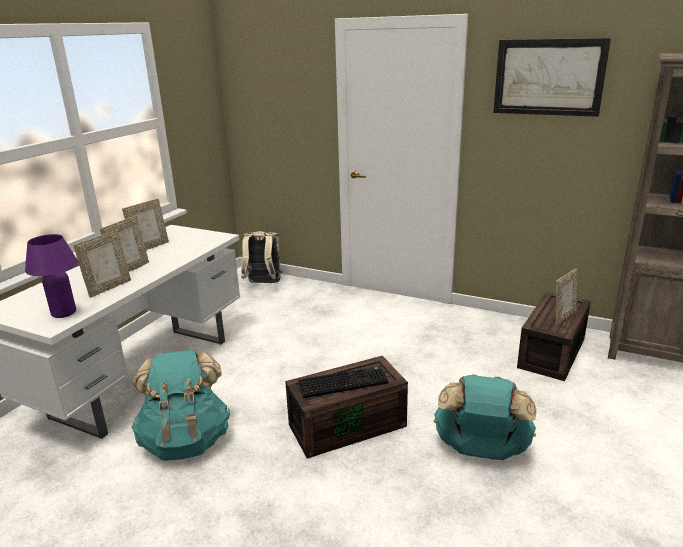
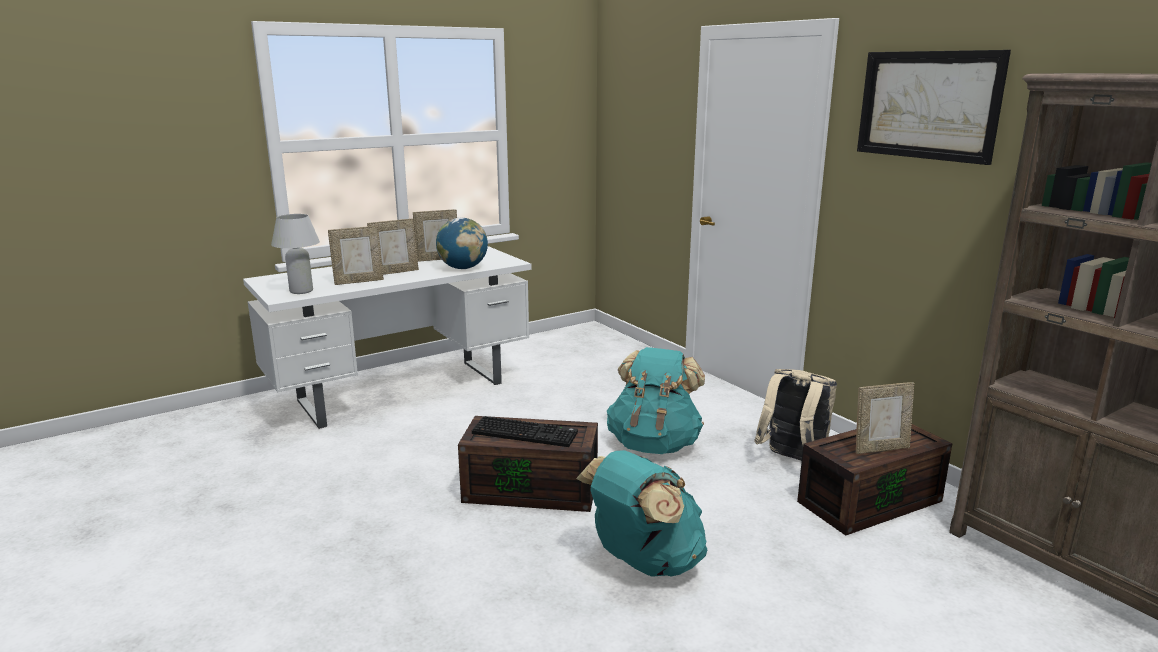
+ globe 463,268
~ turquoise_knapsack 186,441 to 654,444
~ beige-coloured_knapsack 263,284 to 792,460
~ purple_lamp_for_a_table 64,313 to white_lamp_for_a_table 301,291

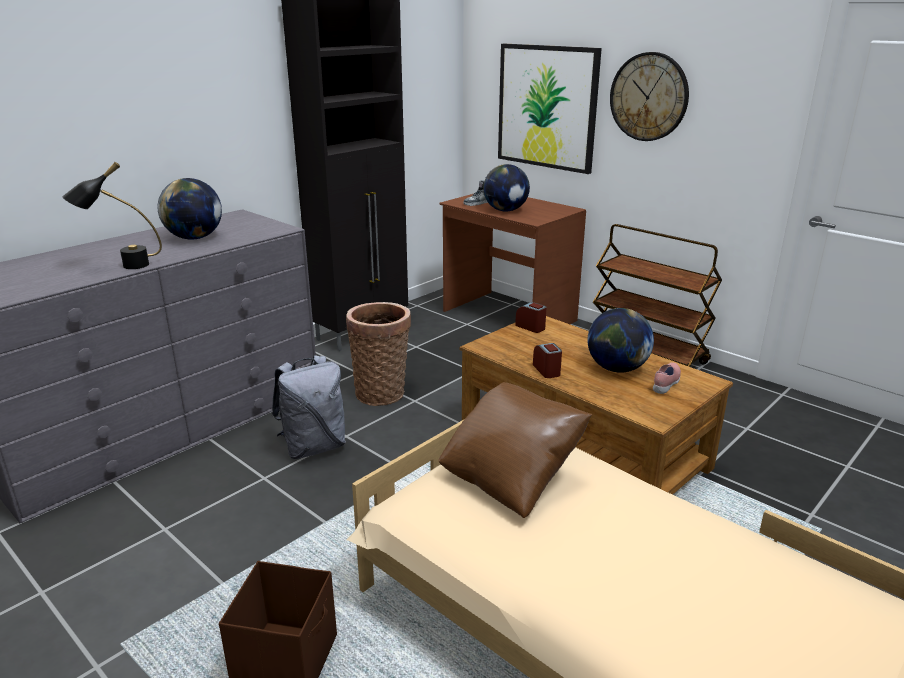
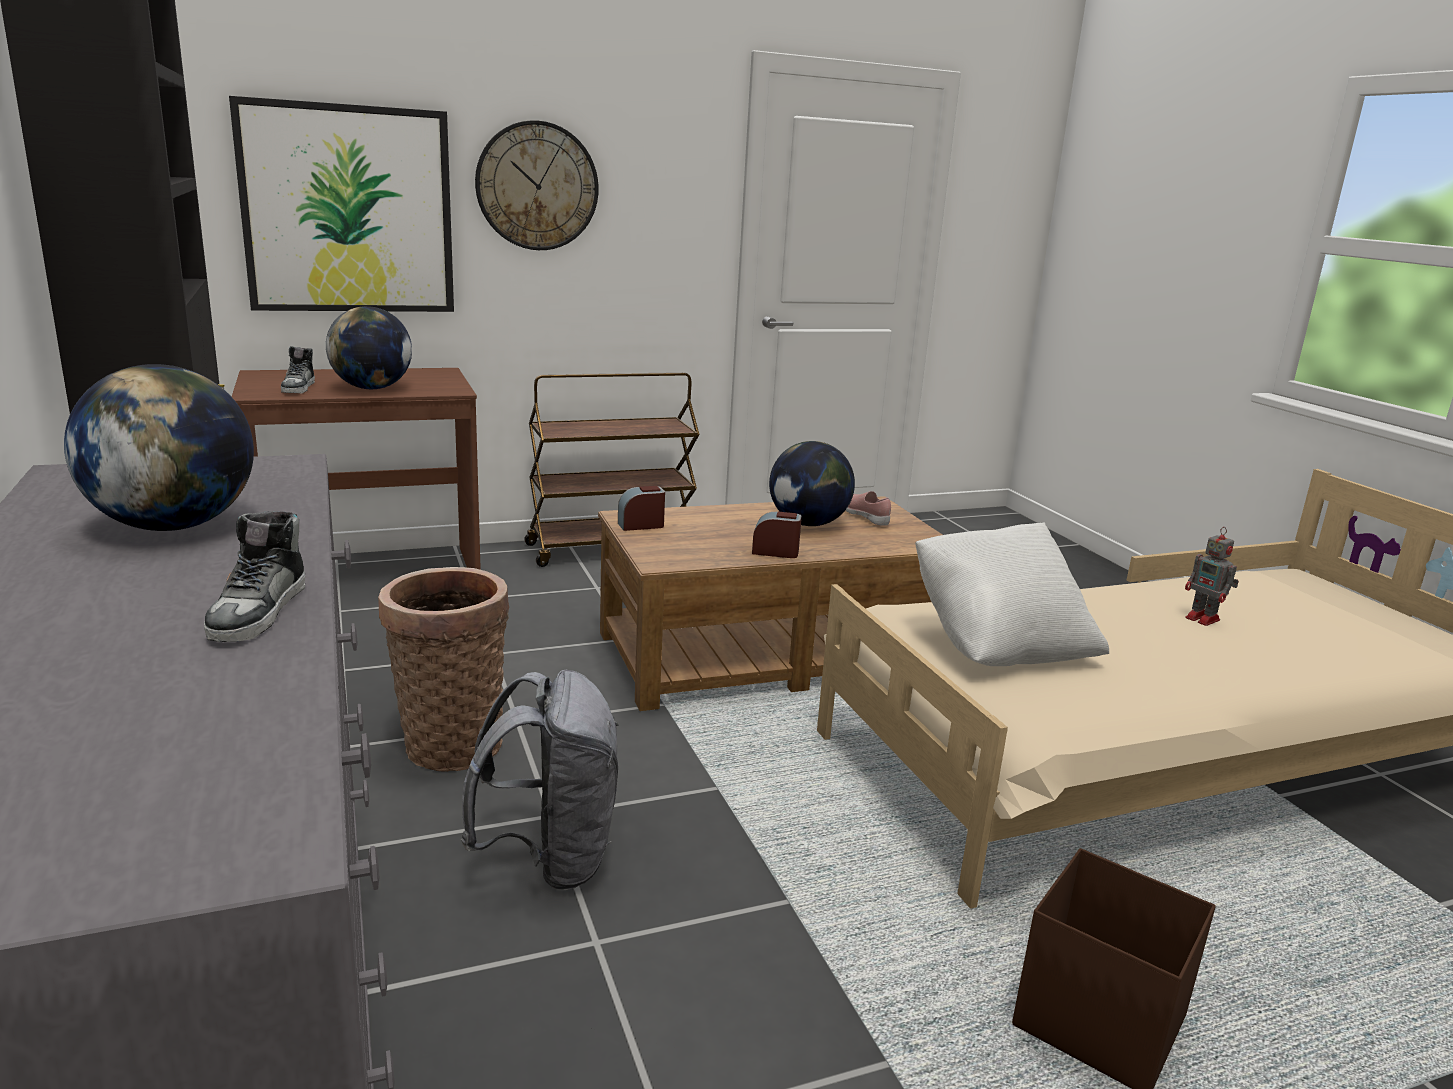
+ model_robot 1204,619
~ black-coloured_lamp_for_a_table 123,266 to item_of_footwear 259,612
~ brown-coloured_pillow 511,478 to white_pillow 999,645

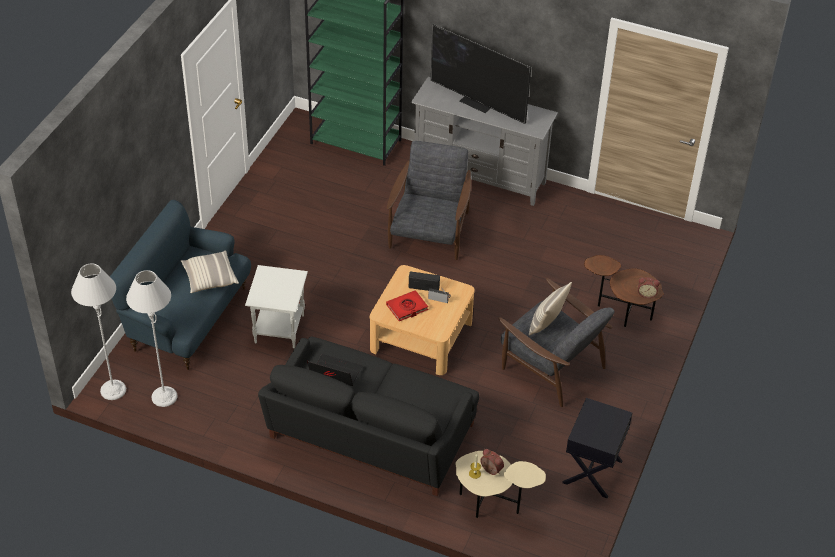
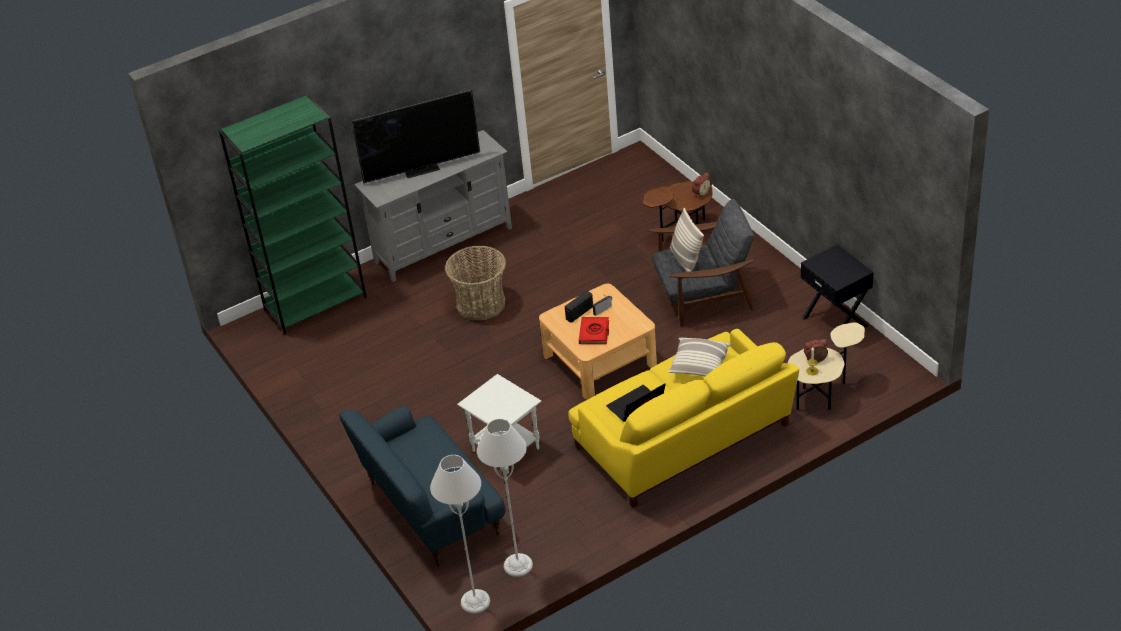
~ pillow 209,278 to 699,365
~ gray_easy_chair 429,233 to storage_basket 481,304
~ black-coloured_sofa 370,434 to yellow_sofa 685,439

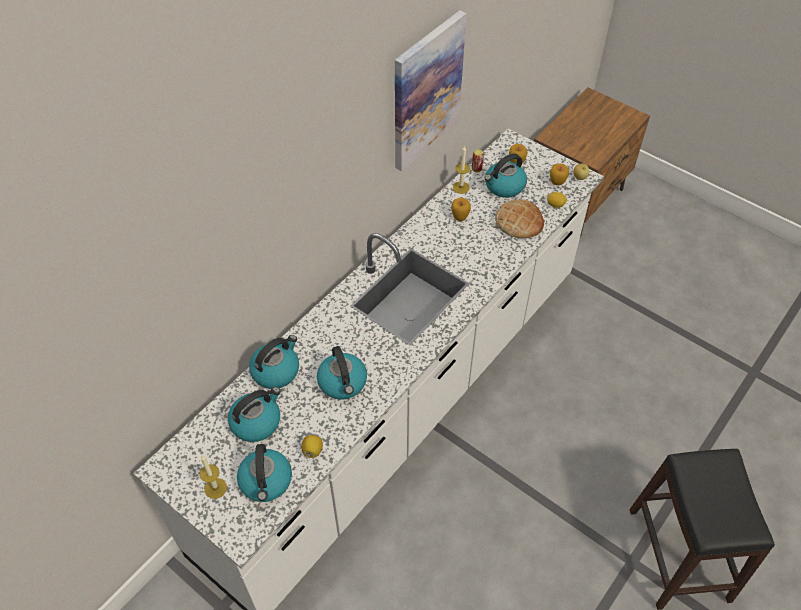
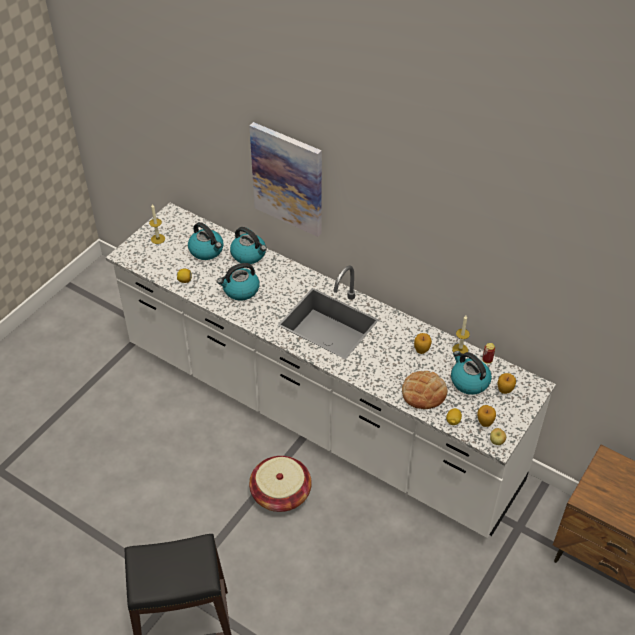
- kettle 266,482
+ storage_basket 281,493
~ picture 426,91 to 288,179

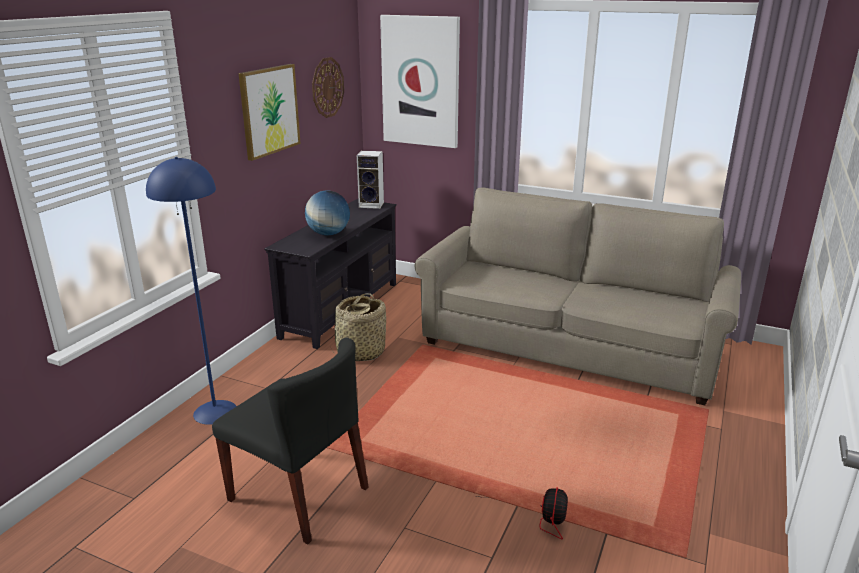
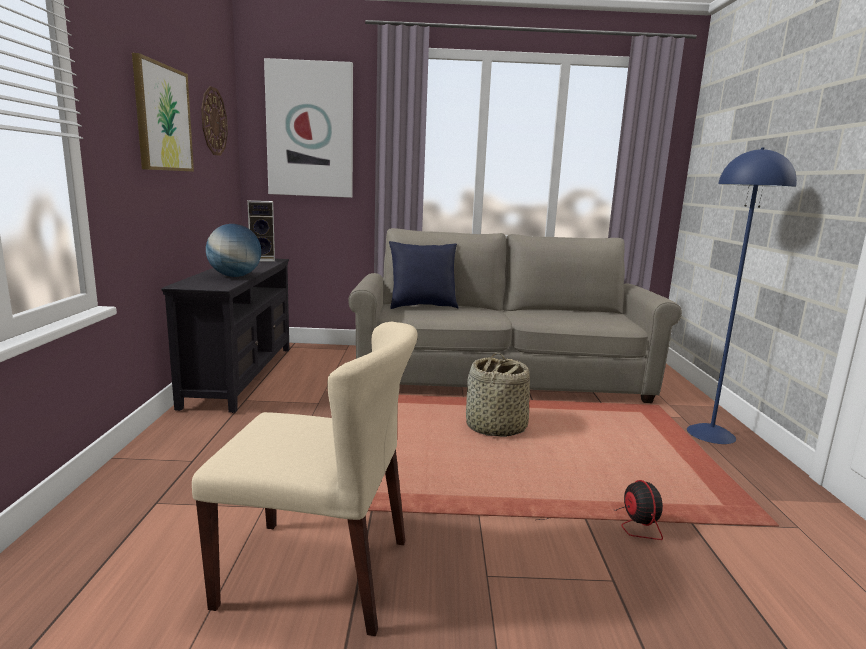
+ blue_pillow 422,306
~ blue_standing_lamp 215,411 to 710,433
~ storage_basket 360,352 to 495,427
~ black-coloured_upright_chair 299,494 to beige-coloured_upright_chair 317,572

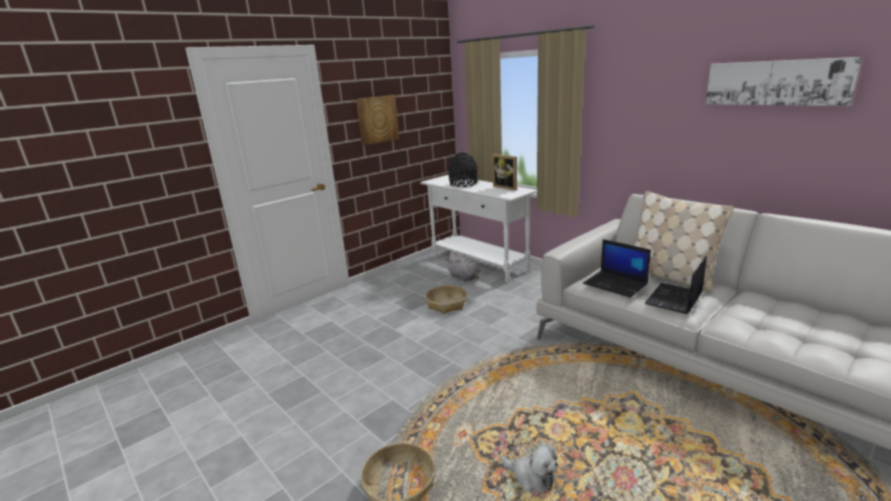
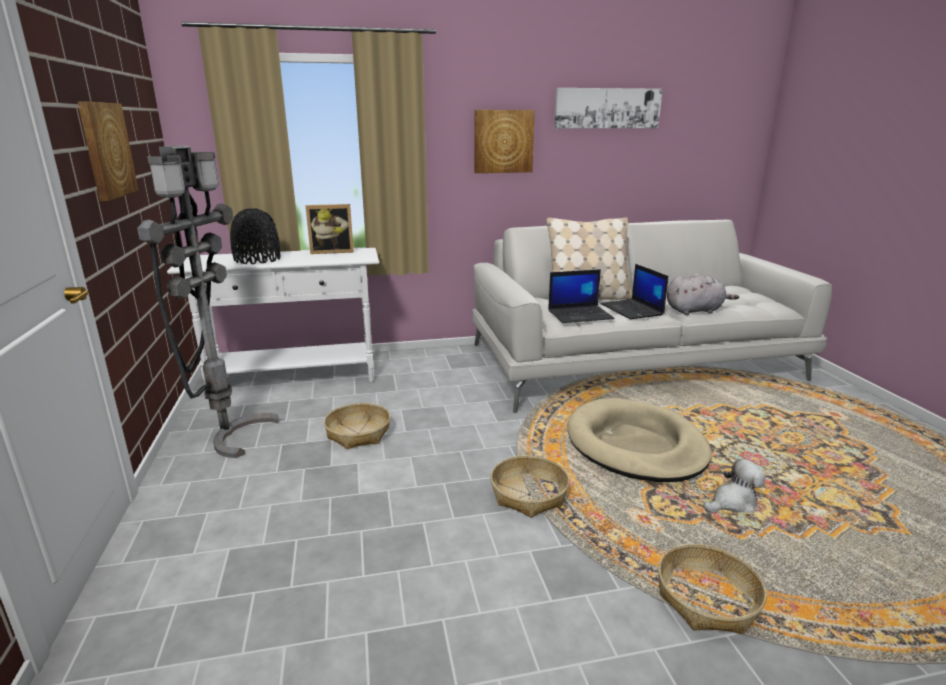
+ gray_standing_lamp 230,434
+ picture 503,141
+ storage_basket 529,494
+ beige-coloured_pet_bed 635,445
~ gray_plush_toy 465,277 to 695,311

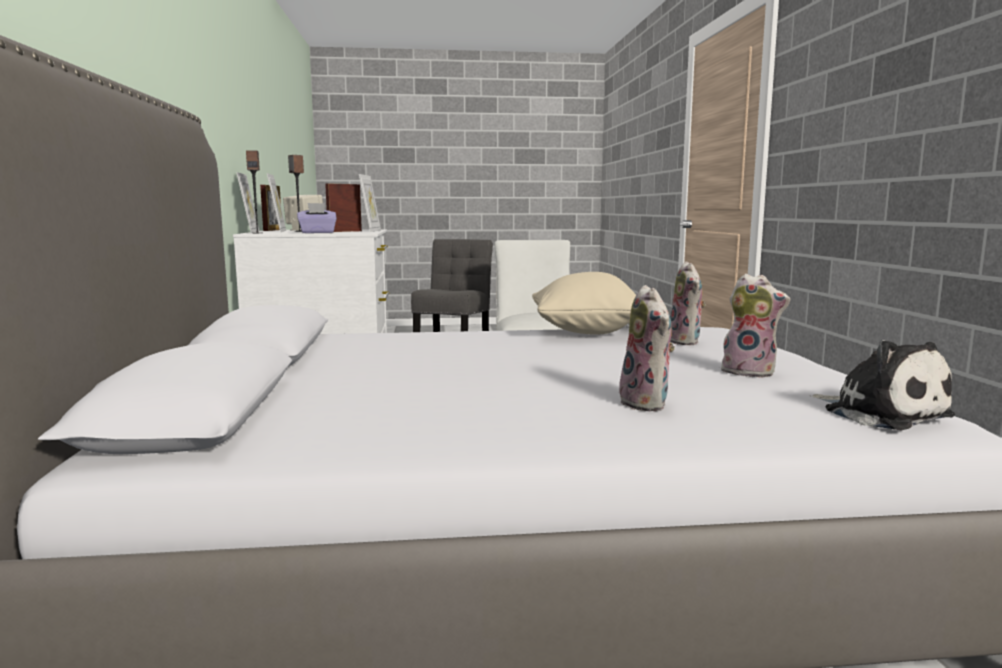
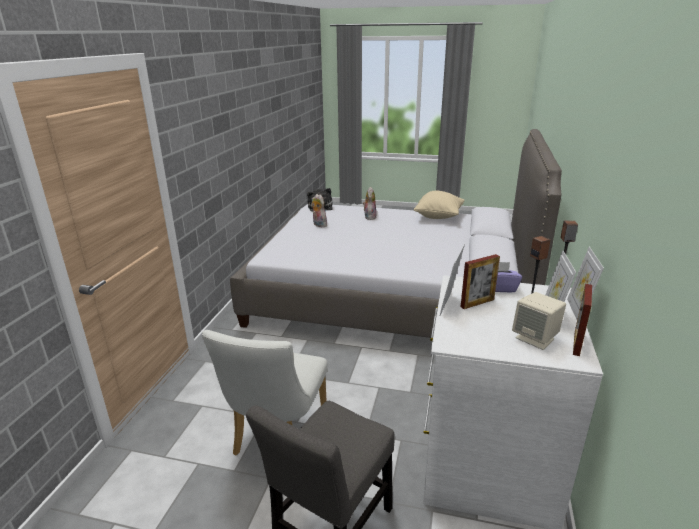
- plush_toy 686,342
~ beige-coloured_pillow 585,332 to 438,217

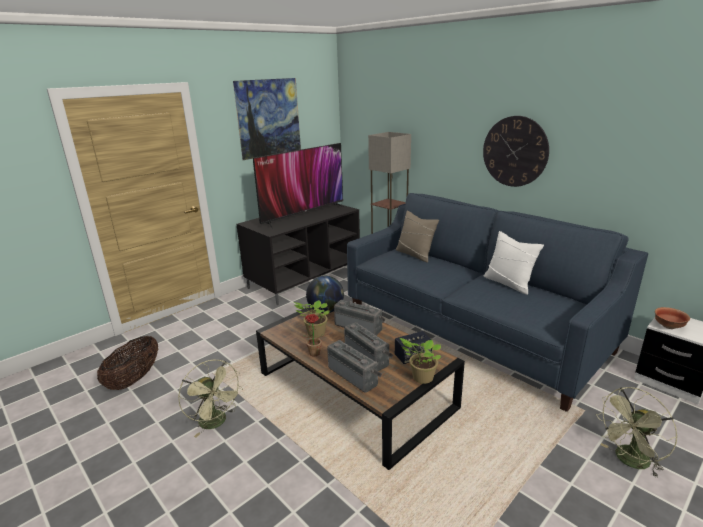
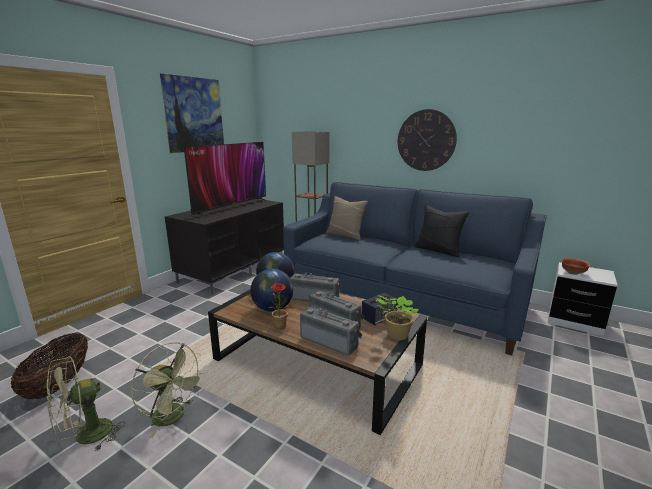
~ green-coloured_cooling_fan 629,461 to 85,437
~ plant_in_a_pot 315,334 to globe 273,308
~ white_pillow 509,283 to black-coloured_pillow 438,250

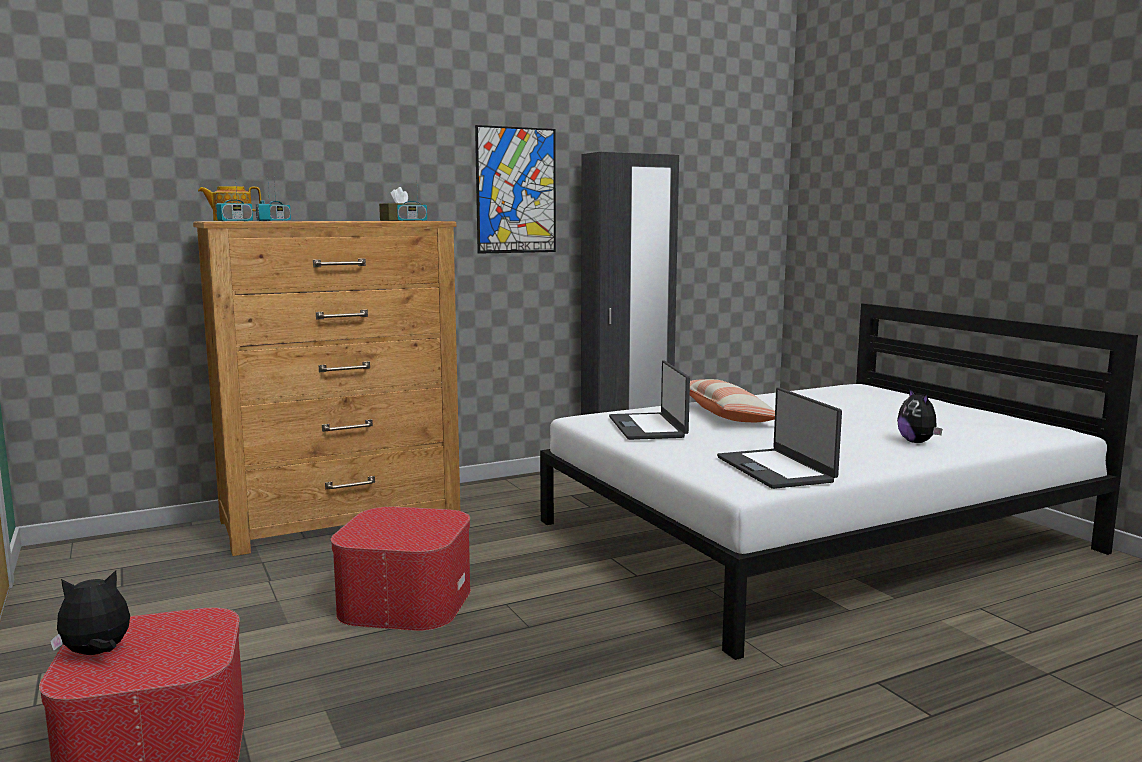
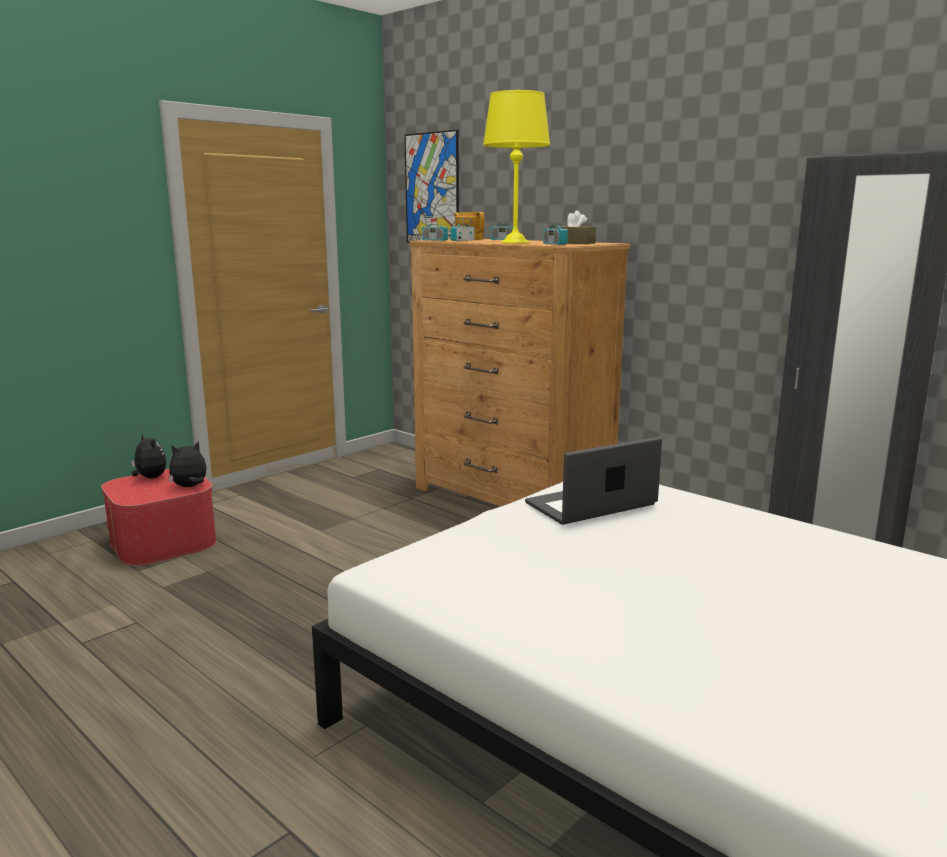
- ottoman 405,601
- pillow 726,415
- portable_computer 776,469
+ yellow_lamp_for_a_table 515,242
~ picture 516,190 to 432,189
~ plush_toy 917,442 to 190,487

